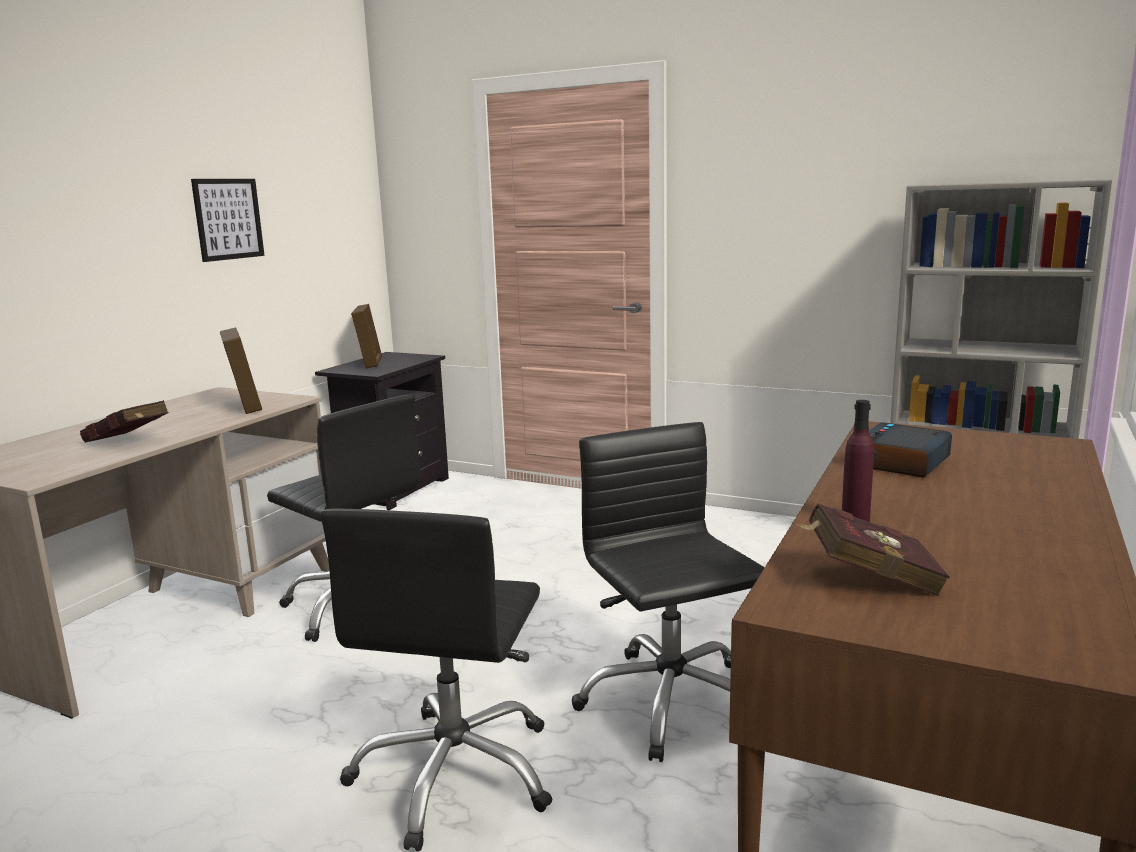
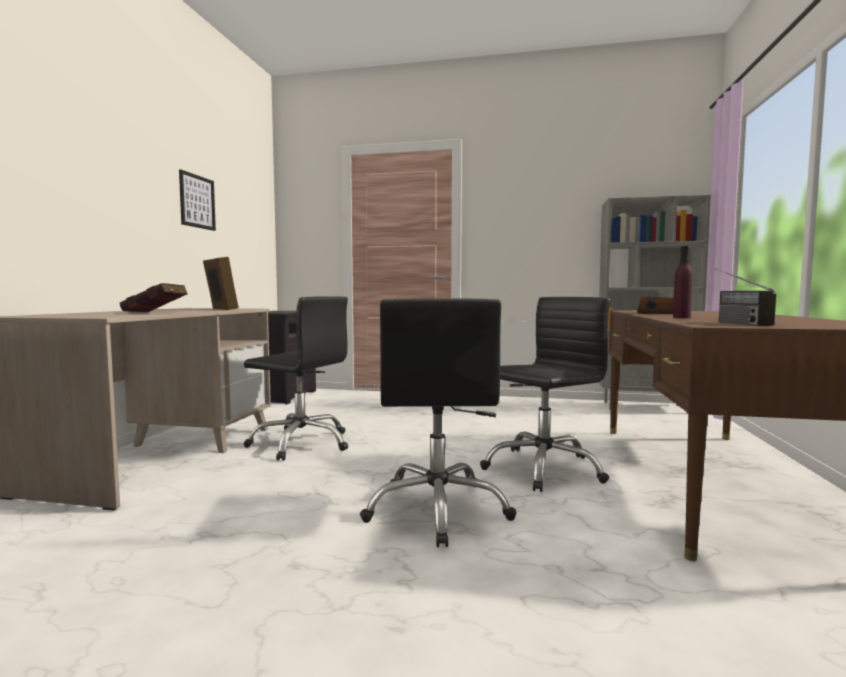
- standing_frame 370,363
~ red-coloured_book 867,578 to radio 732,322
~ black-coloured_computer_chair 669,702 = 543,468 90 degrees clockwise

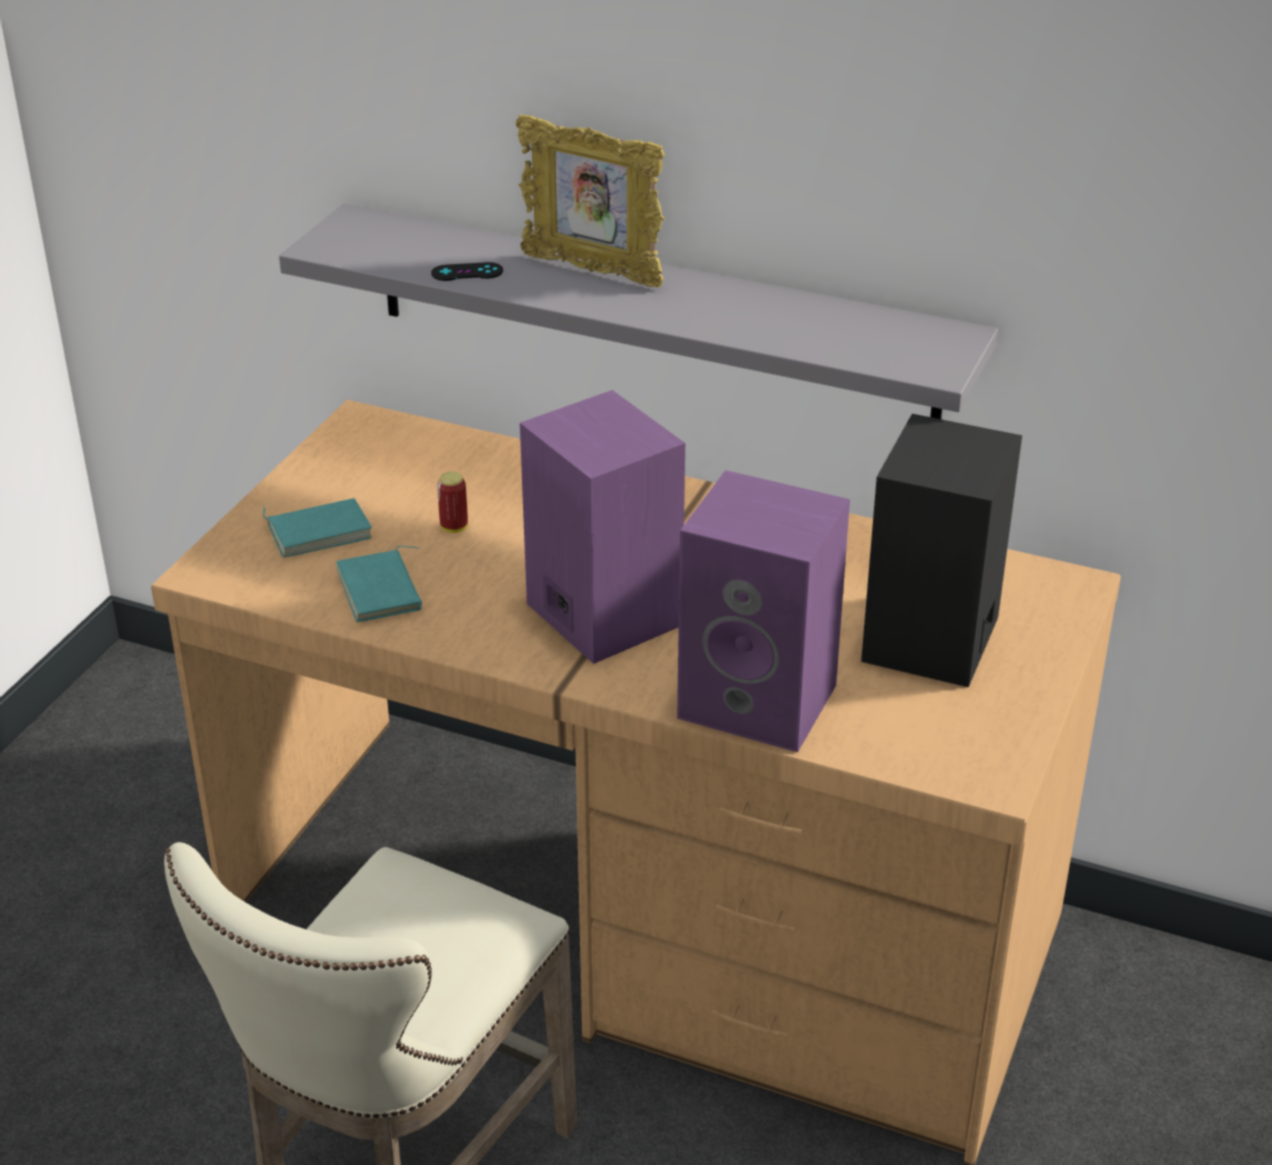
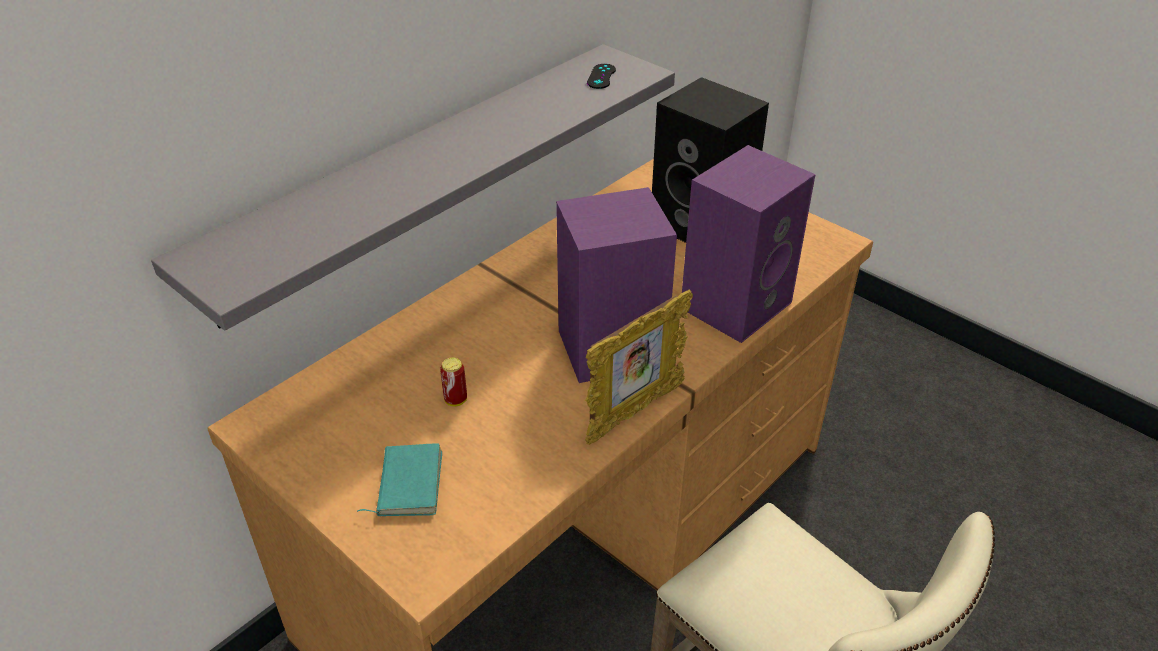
- turquoise_book 382,590
~ black-coloured_joypad 467,272 to 601,76
~ standing_frame 592,271 to 634,412

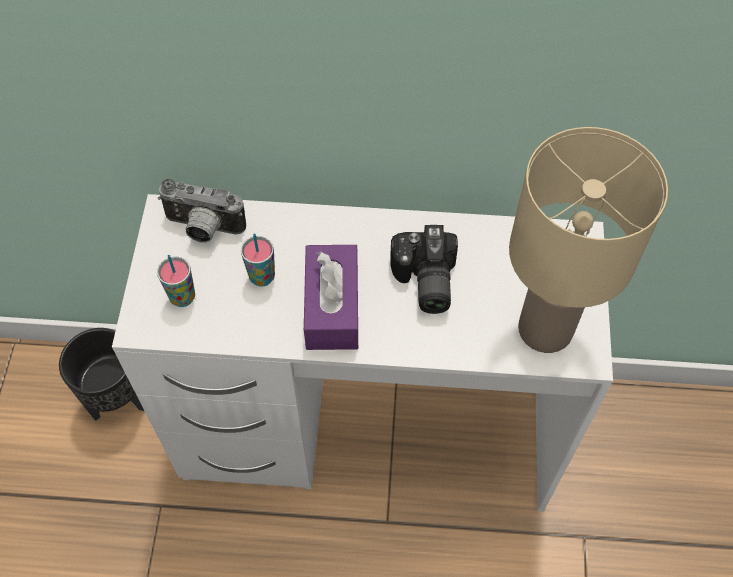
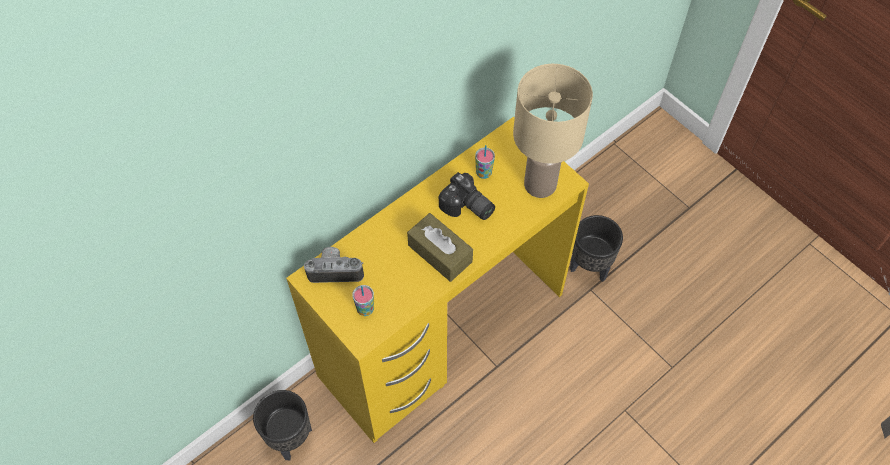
+ black-coloured_plant_pot 589,267
~ cup 262,277 to 483,173
~ white_desk_unit 367,432 to yellow_desk_unit 442,333
~ purple_tissue_holder 332,307 to brown-coloured_tissue_holder 440,253
~ photo_camera 203,229 = 336,270 150 degrees counterclockwise

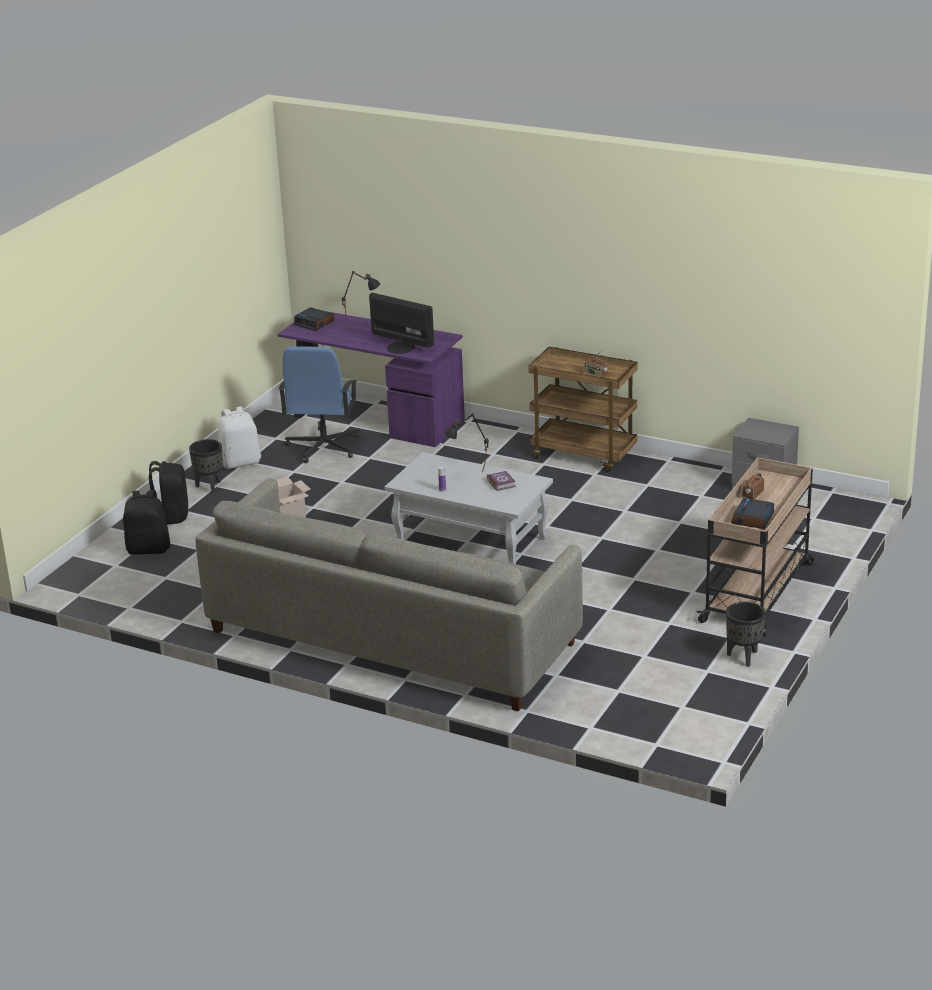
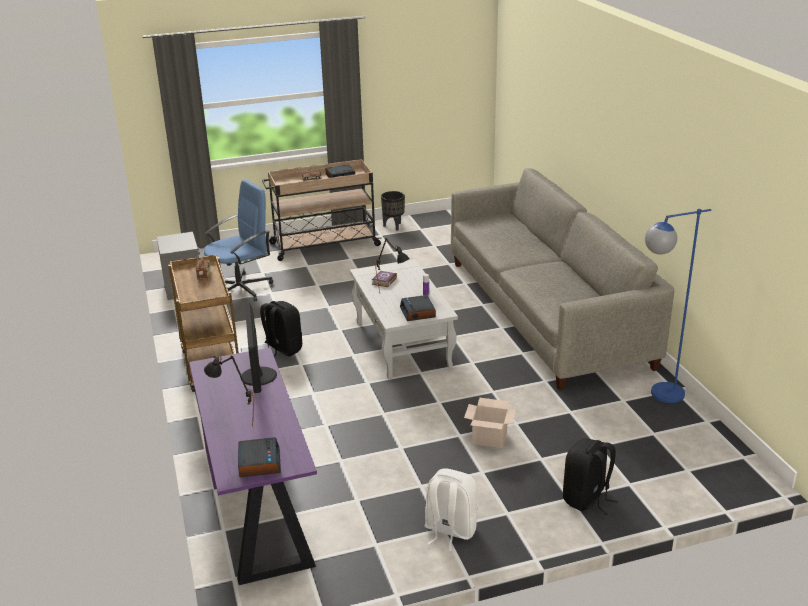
- black-coloured_plant_pot 209,486
+ table_clock 418,312
+ blue_standing_lamp 657,396
~ black-coloured_knapsack 149,549 to 282,349
~ blue_computer_chair 323,447 to 241,288

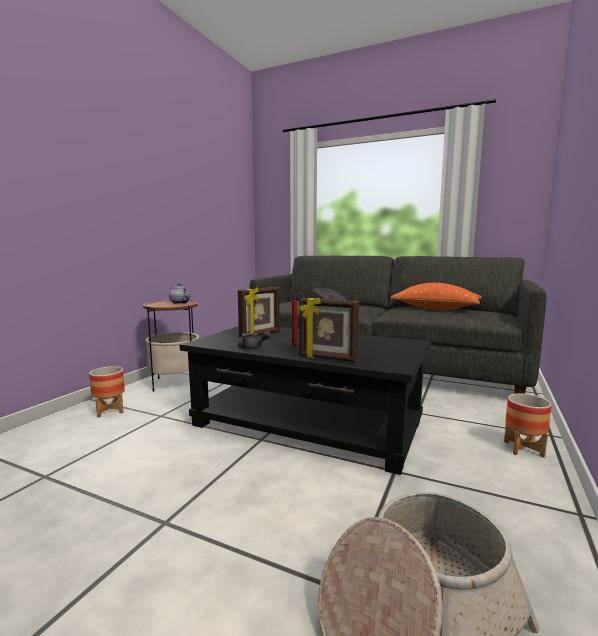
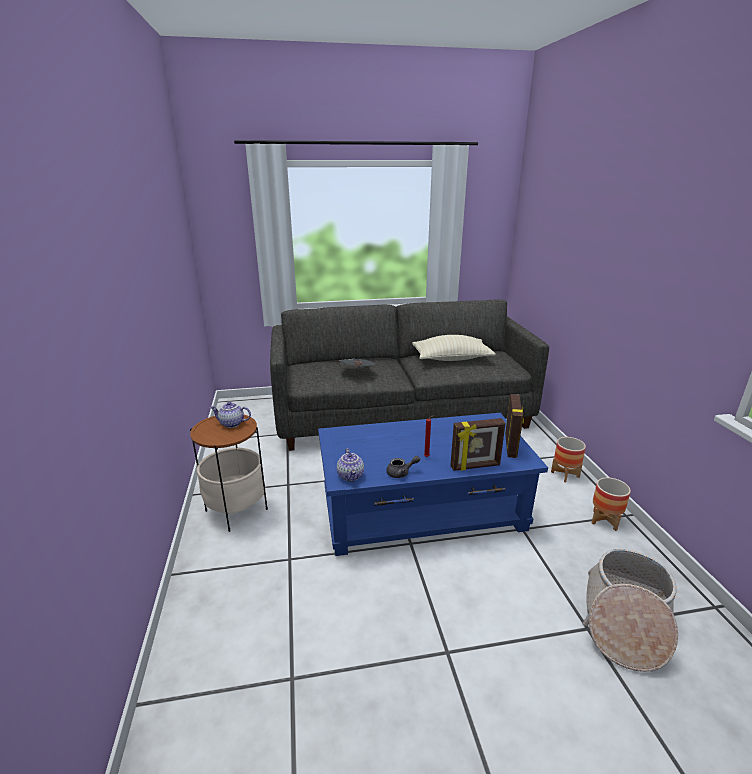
+ pot_for_tea 351,476
~ plant_pot 109,411 to 605,520
~ standing_frame 260,334 to 511,446
~ black-coloured_low_table 307,424 to blue_low_table 423,510
~ orangey_pillow 435,309 to beige-coloured_pillow 451,359

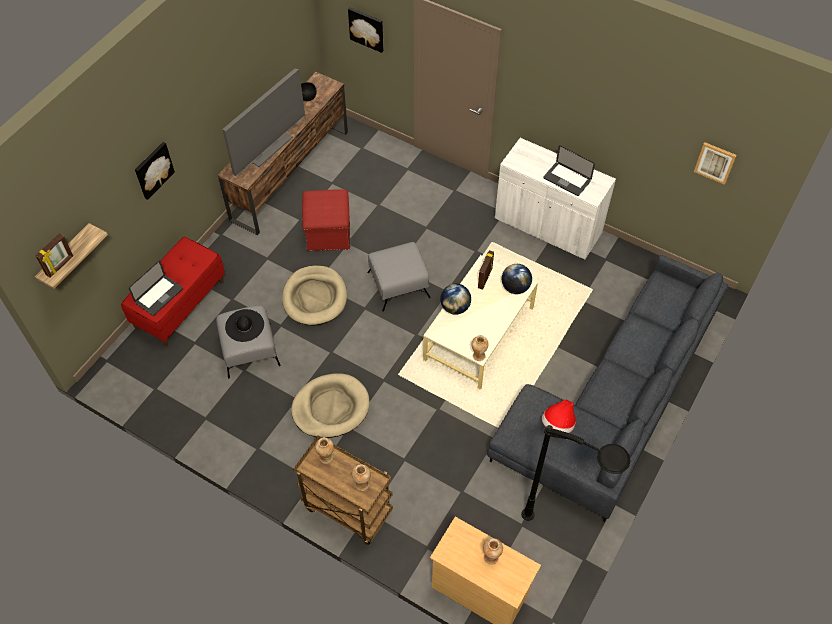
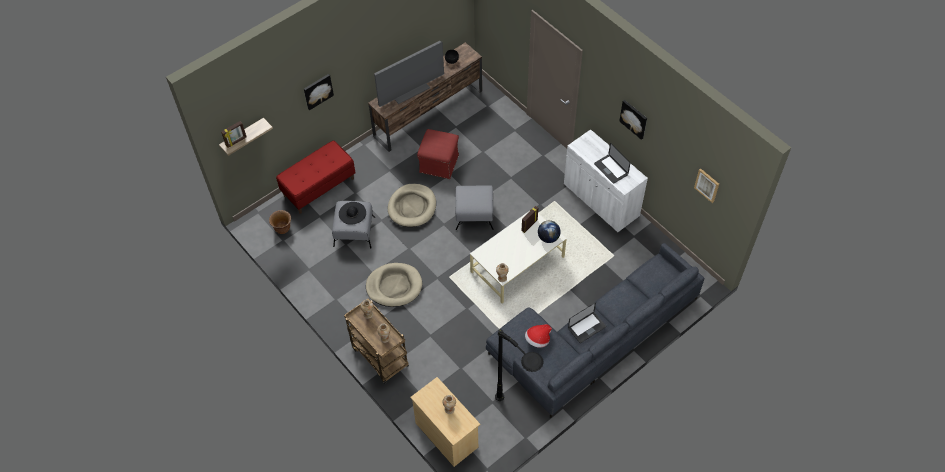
- globe 455,307
+ brown-coloured_plant_pot 283,228
~ portable_computer 159,296 to 587,328
~ picture 367,29 to 634,118

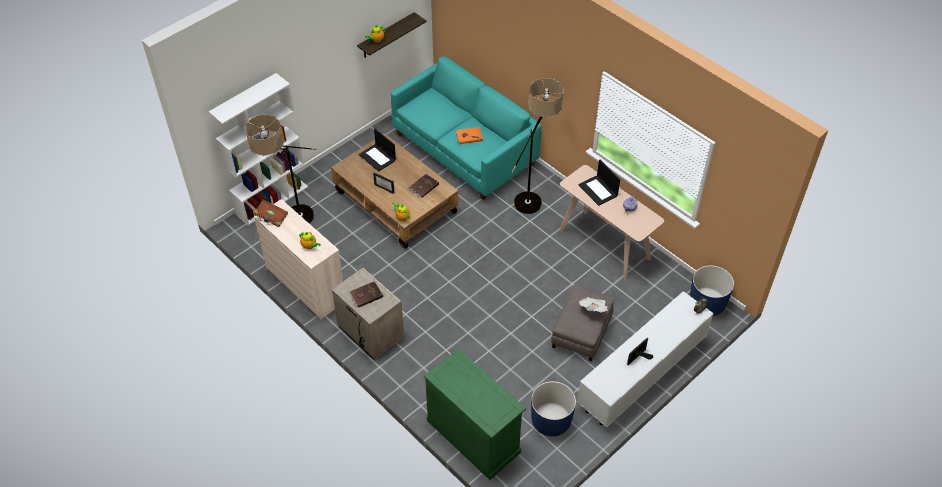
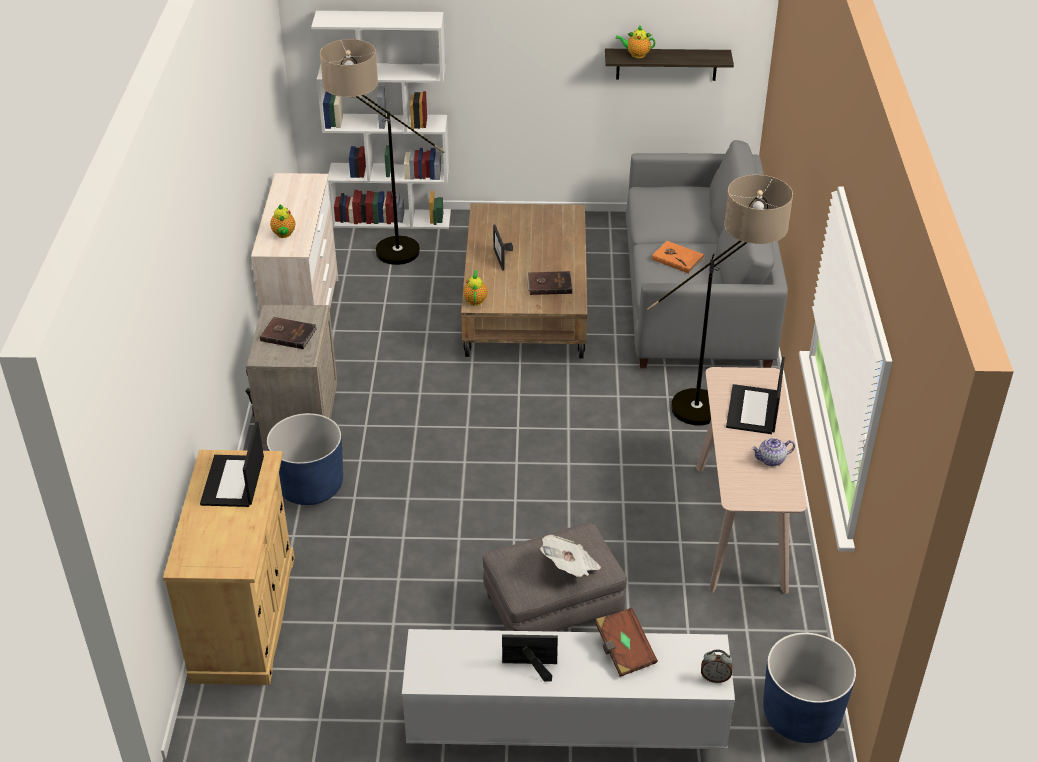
~ brown-coloured_book 271,217 to 624,651
~ portable_computer 378,157 to 233,482
~ blue_plant_pot 551,420 to 310,485
~ turquoise_sofa 465,149 to gray_sofa 696,299
~ green-coloured_cabinet 473,436 to beige-coloured_cabinet 244,617

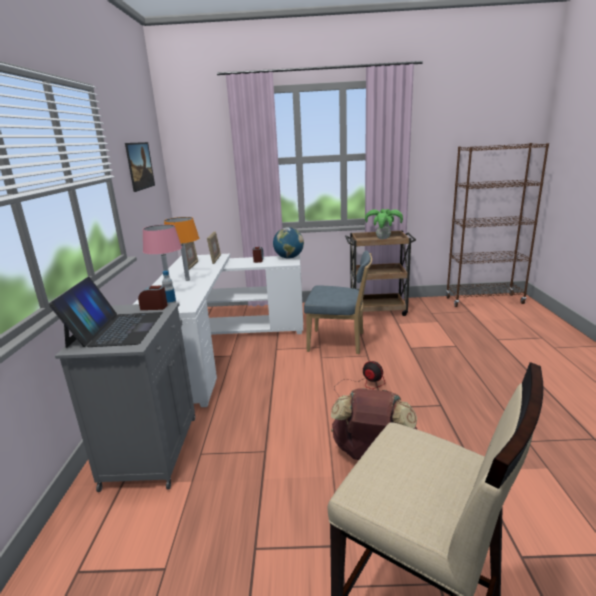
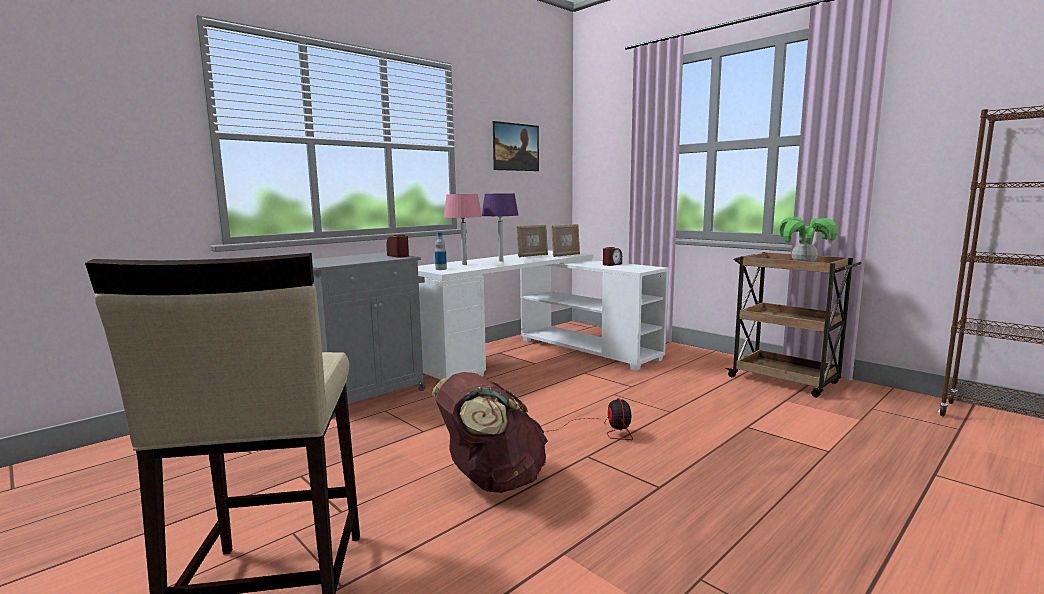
- portable_computer 116,329
- globe 289,258
- blue_upright_chair 339,342
~ orangey_lamp_for_a_table 187,280 to purple_lamp_for_a_table 501,261

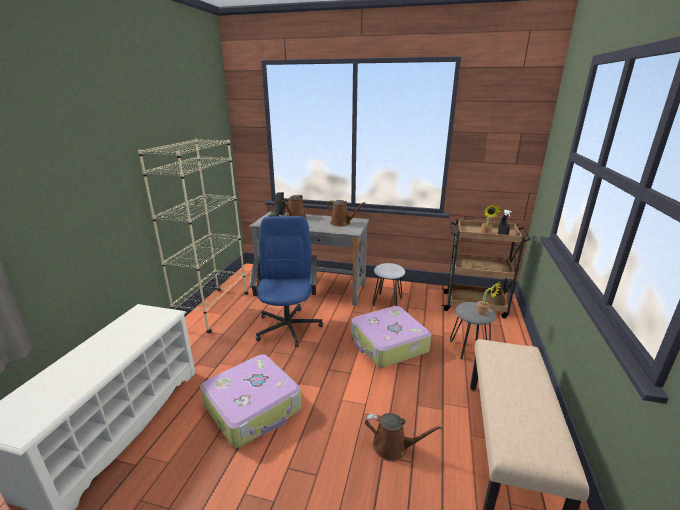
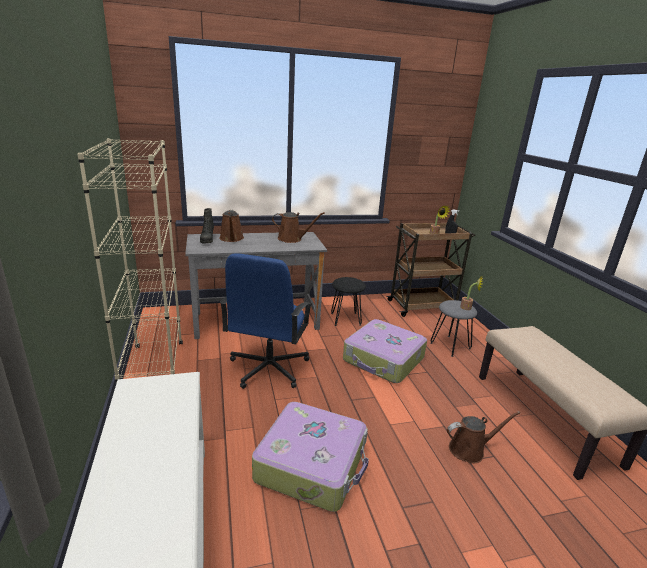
~ white_stool_seat 387,301 to black-coloured_stool_seat 345,319
~ blue_computer_chair 288,326 = 268,368 135 degrees counterclockwise

